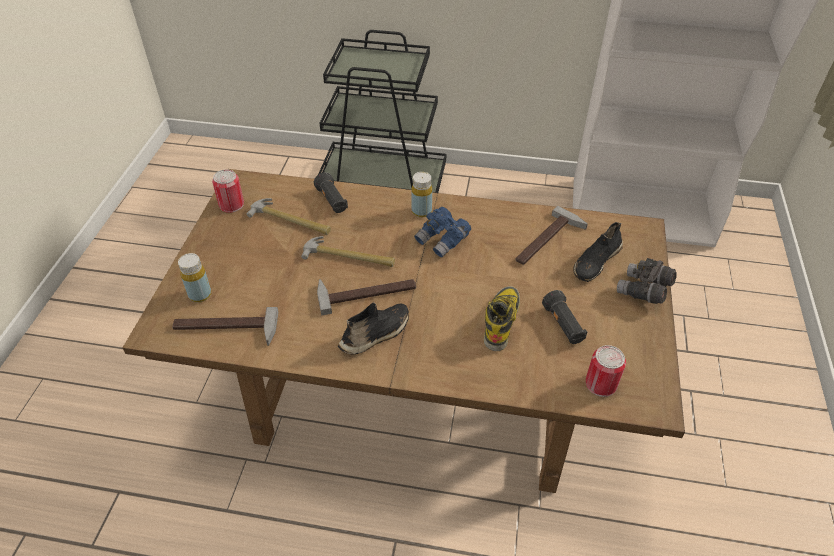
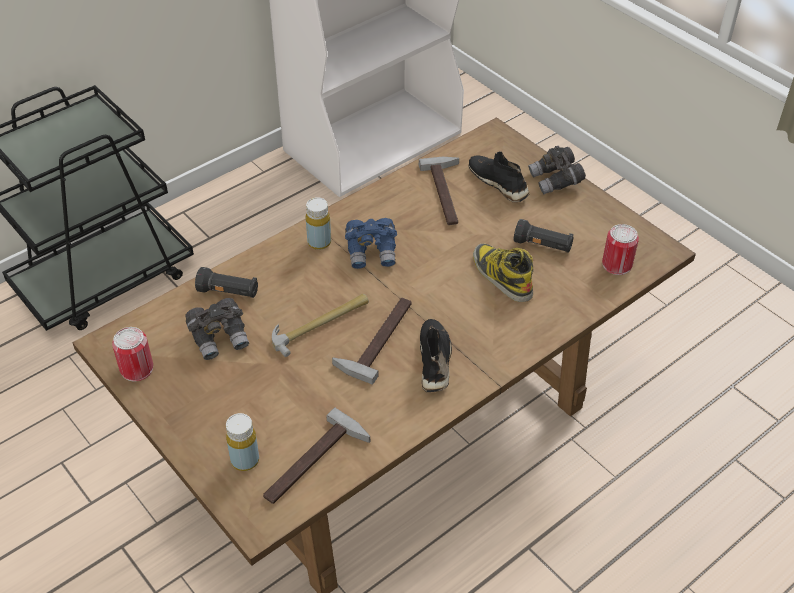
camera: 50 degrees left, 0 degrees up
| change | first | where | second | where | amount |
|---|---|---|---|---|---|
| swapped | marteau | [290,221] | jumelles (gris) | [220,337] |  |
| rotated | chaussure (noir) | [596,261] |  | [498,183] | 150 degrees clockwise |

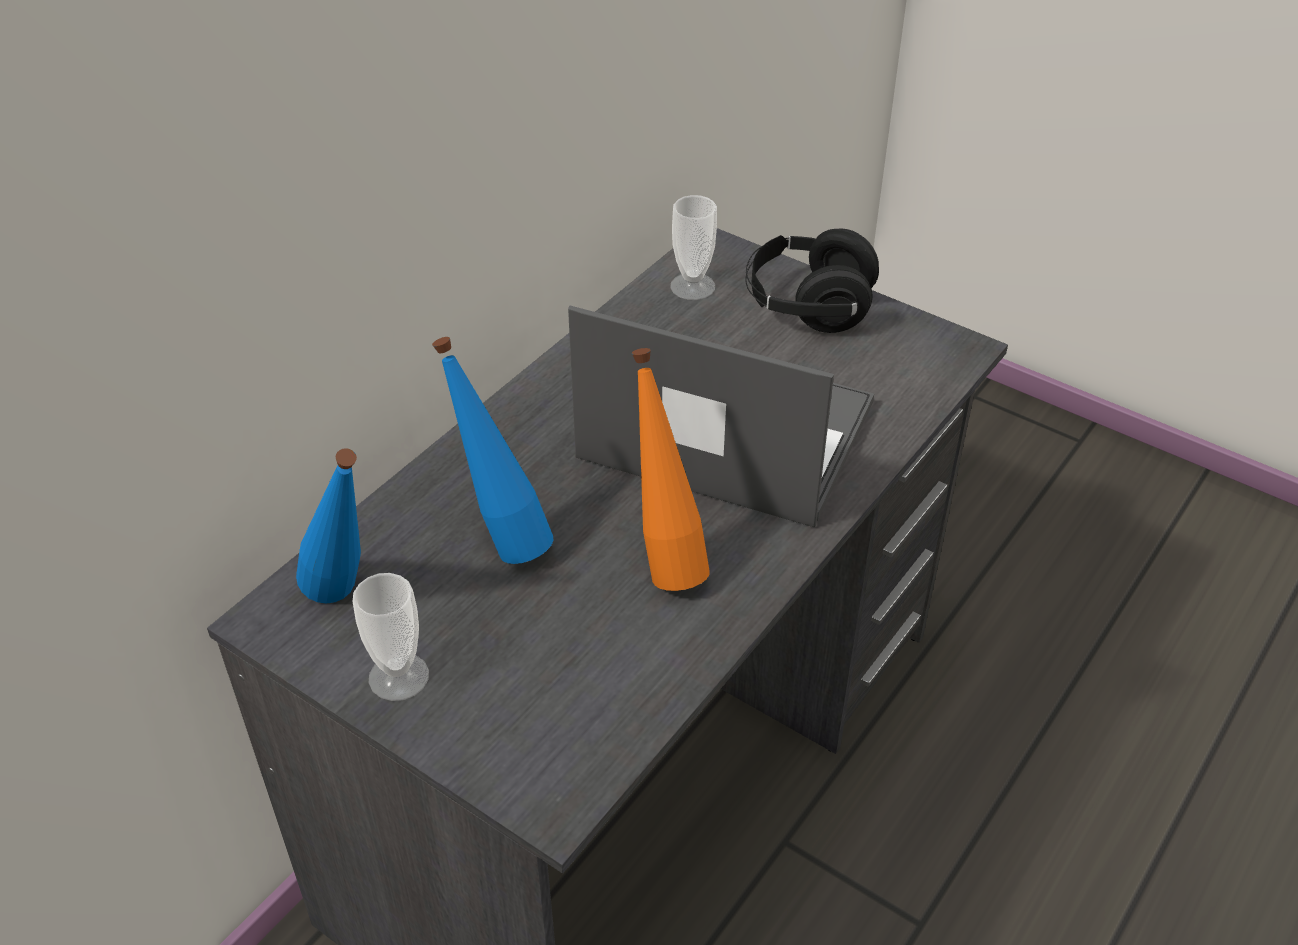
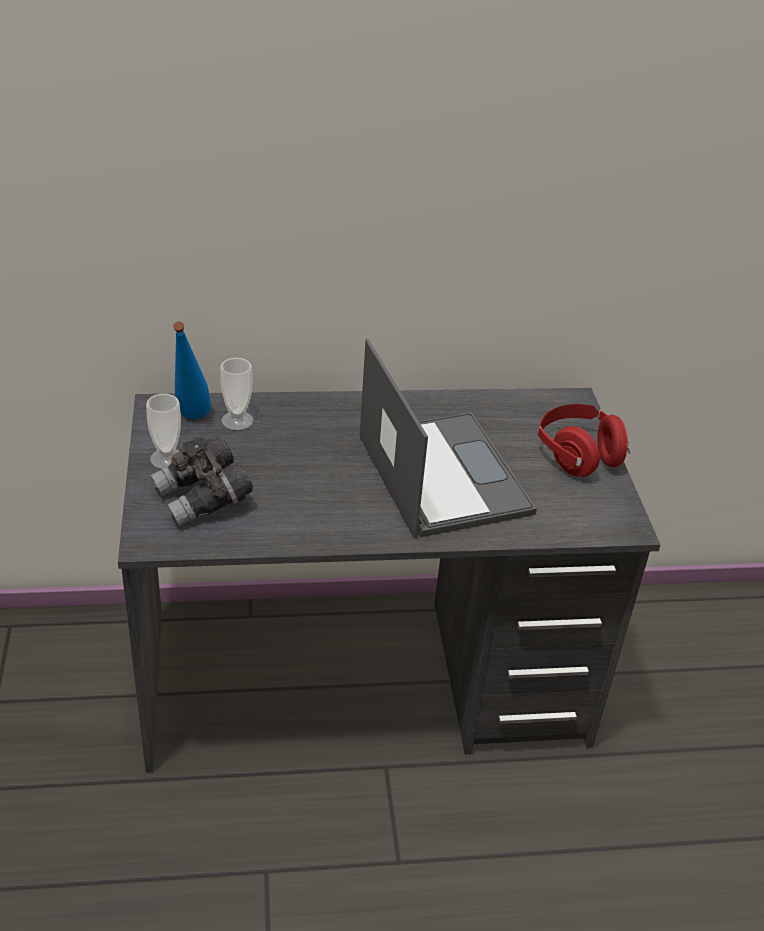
camera: 45 degrees right, 5 degrees down
| change | first | where | second | where | amount |
|---|---|---|---|---|---|
| gone | bouteille (bleu) | [501,538] |  |  |  |
| gone | bouteille (orange) | [665,560] |  |  |  |
| new |  |  | jumelles (gris) | [203,499] |  |
| shifted | tasse | [692,286] |  | [237,420] |  |
| repainted | casque audio (noir) | [807,307] | casque audio (rouge) | [578,455] |  |

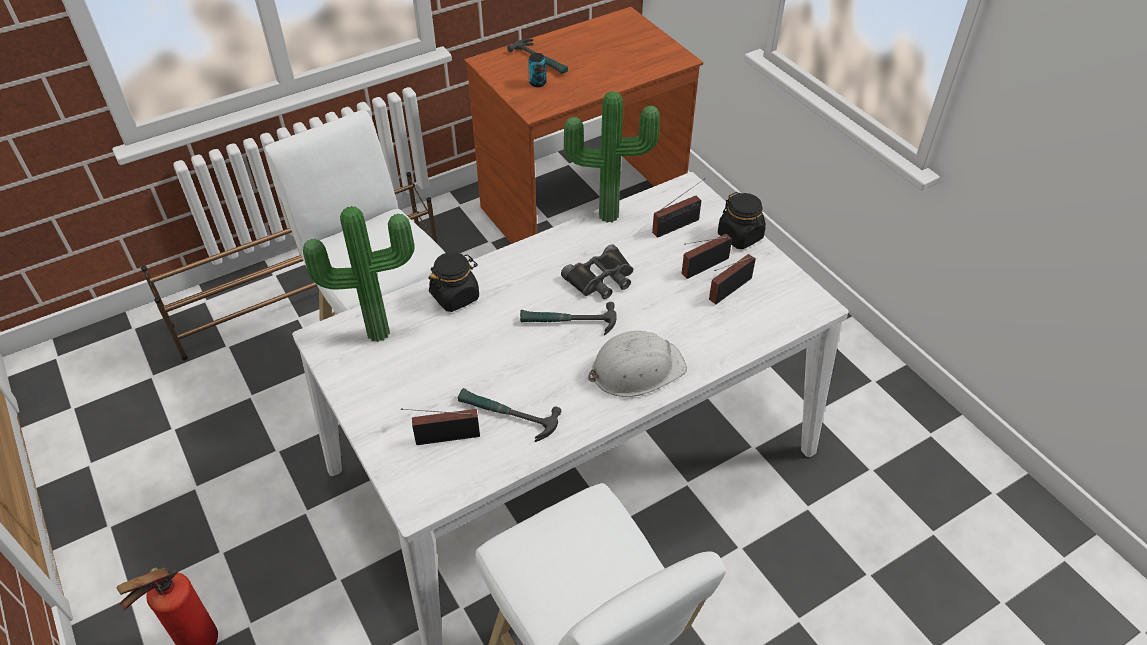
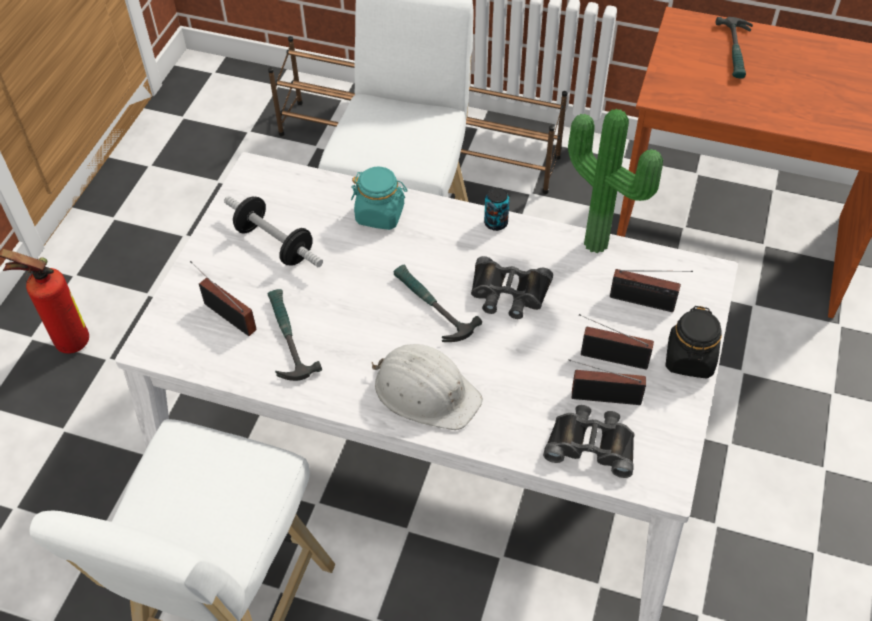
camera: 50 degrees right, 5 degrees up
| change | first | where | second | where | amount |
|---|---|---|---|---|---|
| gone | plante en pot | [377,330] |  |  |  |
| new |  |  | haltère | [275,244] |  |
| new |  |  | jumelles (noir) | [591,444] |  |
| shifted | boîte métallique | [537,83] |  | [496,223] |  |
| repainted | bocal (noir) | [455,296] | bocal (turquoise) | [380,214] |  |

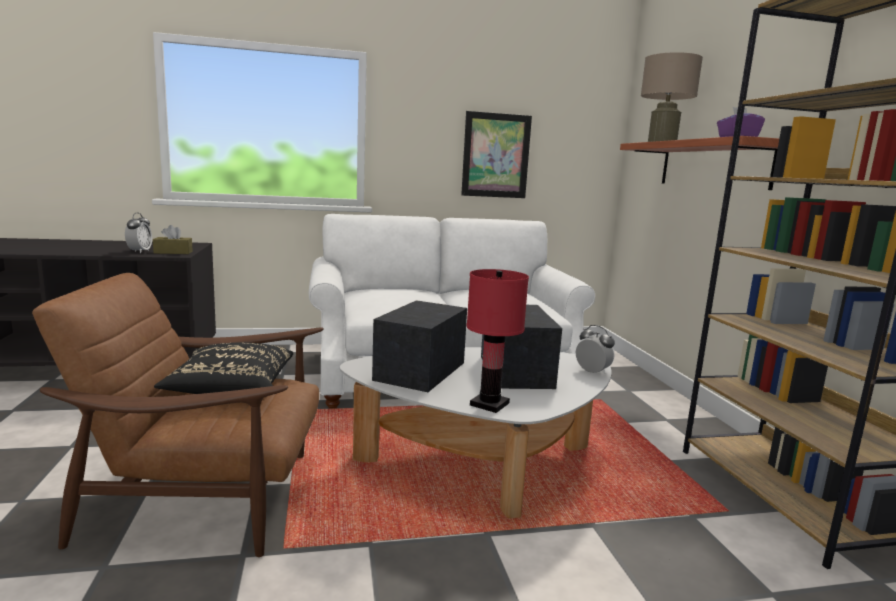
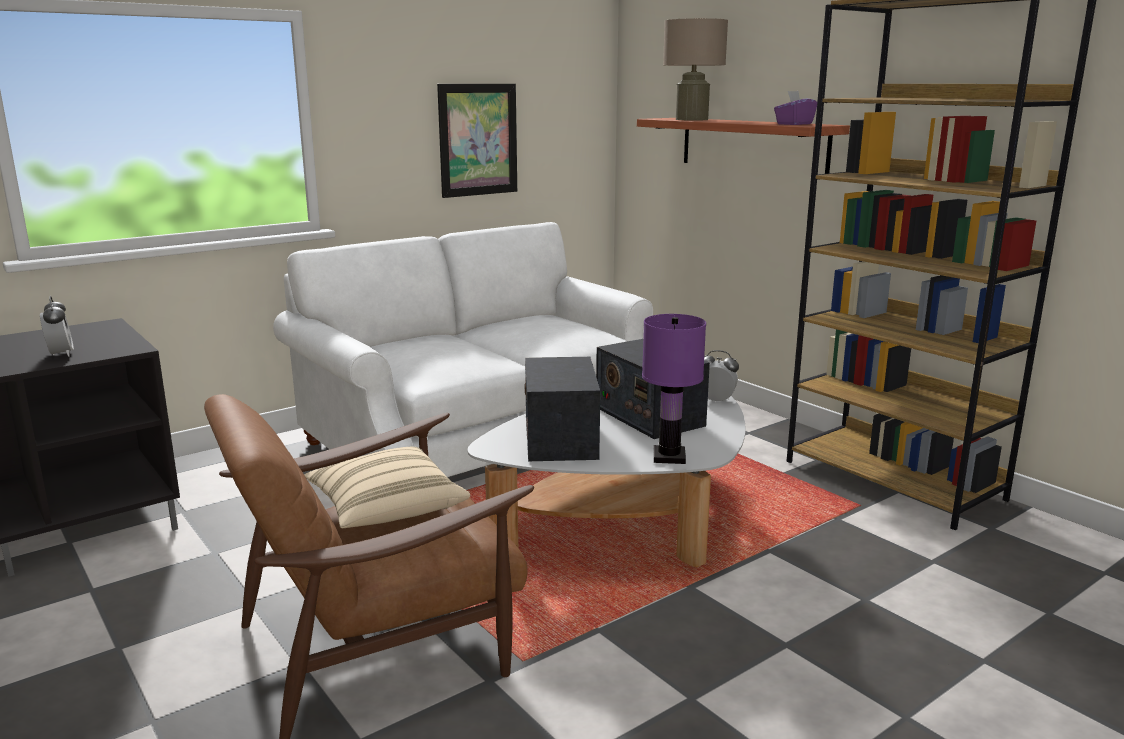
camera: 25 degrees left, 5 degrees up
| change | first | where | second | where | amount |
|---|---|---|---|---|---|
| gone | boîte à mouchoirs (marron) | [173,252] |  |  |  |
| repainted | coussin (noir) | [231,389] | coussin (beige) | [386,510] |  |
| repainted | lampe de table (rouge) | [489,404] | lampe de table (violet) | [668,456] |  |

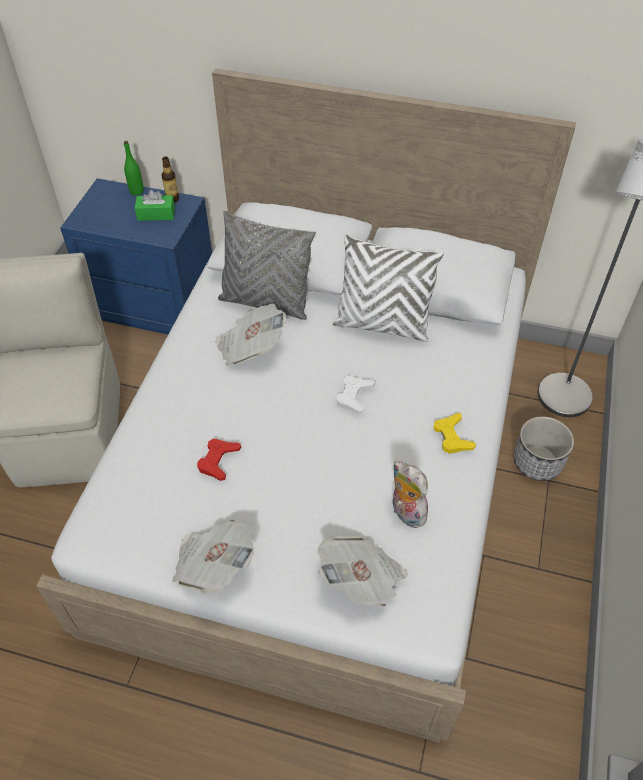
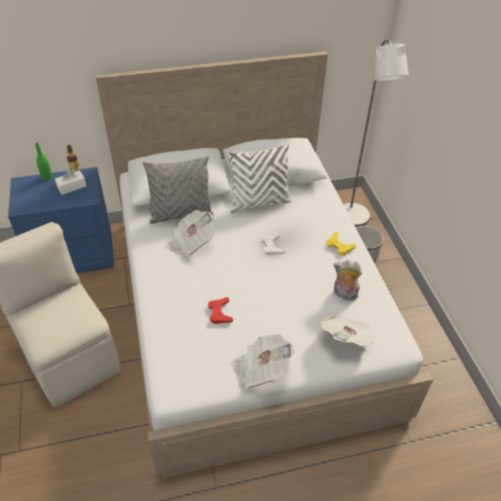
camera: 30 degrees left, 5 degrees down
| change | first | where | second | where | amount |
|---|---|---|---|---|---|
| repainted | boîte à mouchoirs (vert) | [156,214] | boîte à mouchoirs (blanc) | [72,186] |  |

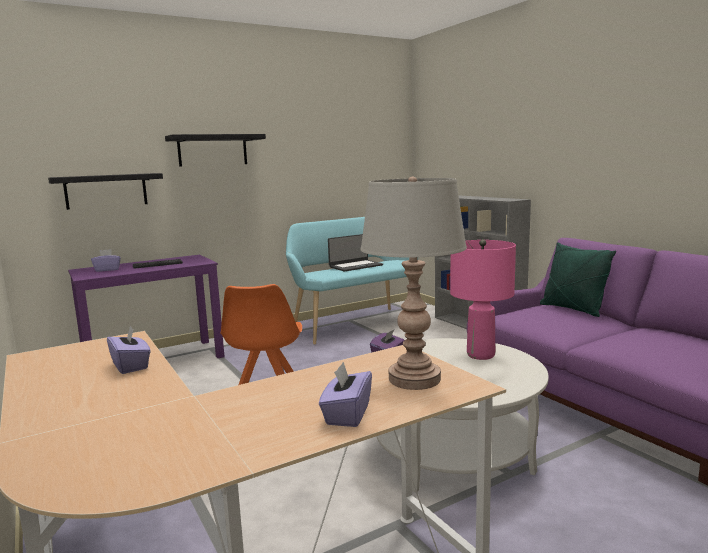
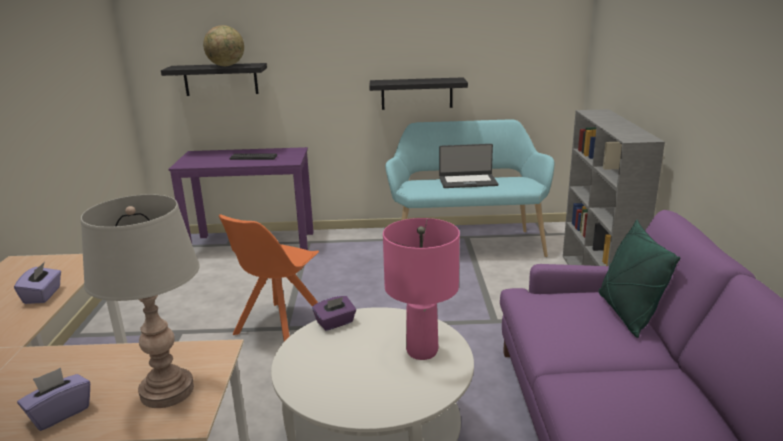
camera: 30 degrees right, 10 degrees up
| change | first | where | second | where | amount |
|---|---|---|---|---|---|
| gone | boîte à mouchoirs (violet) | [107,269] |  |  |  |
| new |  |  | globe | [226,66] |  |
| shifted | étagère (noir) | [212,150] |  | [417,93] |  |

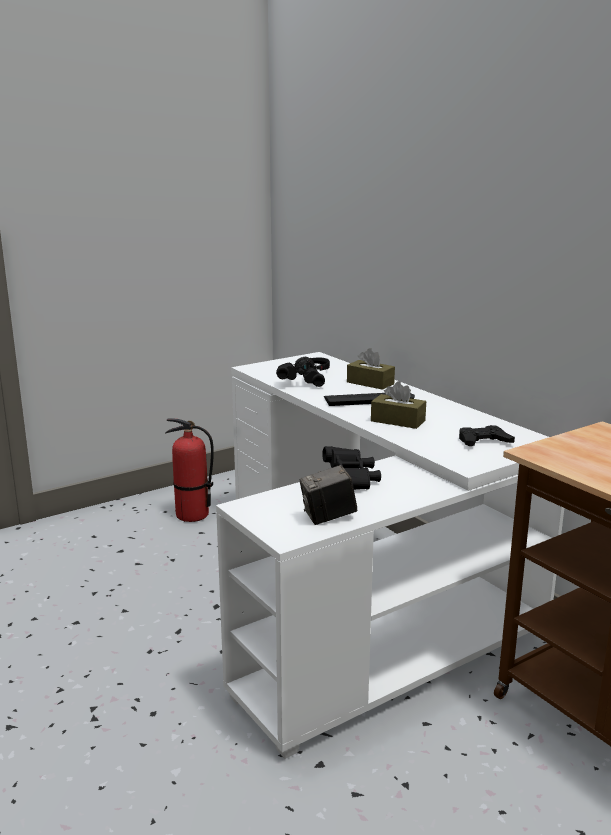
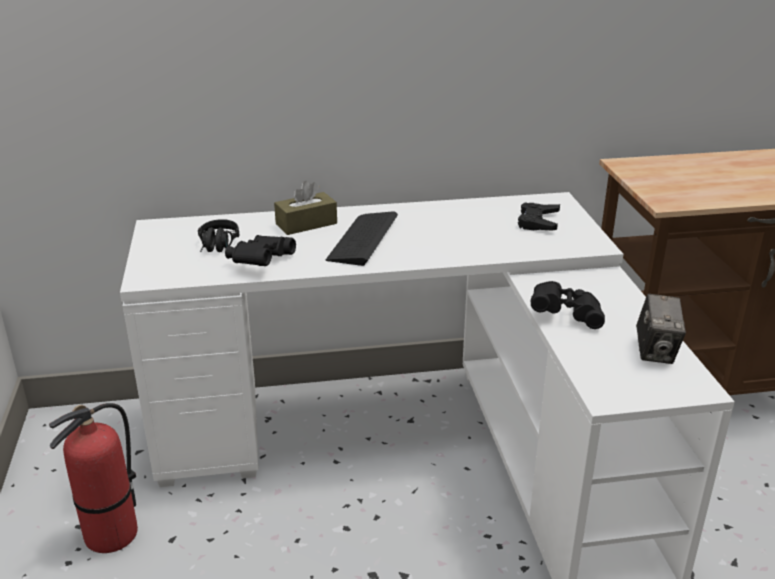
camera: 65 degrees left, 10 degrees up
| change | first | where | second | where | amount |
|---|---|---|---|---|---|
| gone | boîte à mouchoirs (marron) | [398,421] |  |  |  |

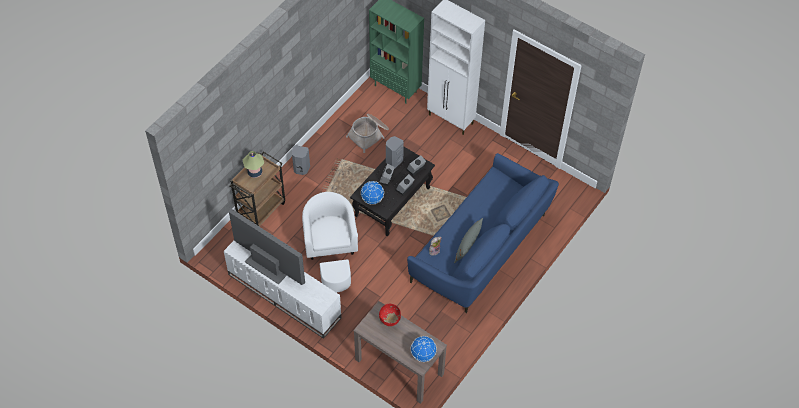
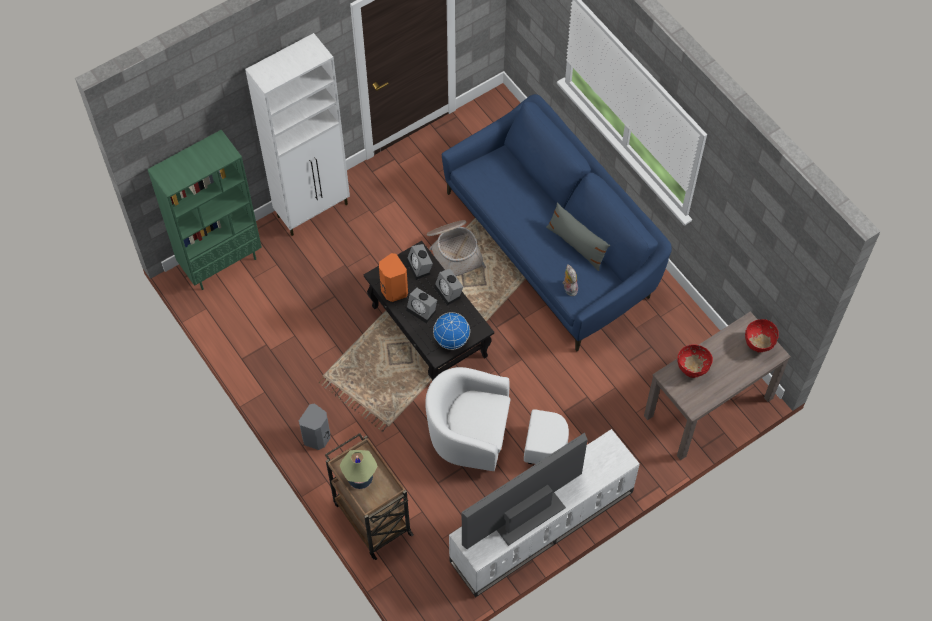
camera: 70 degrees left, 5 degrees up
| change | first | where | second | where | amount |
|---|---|---|---|---|---|
| shifted | panier | [369,135] |  | [454,252] |  |
| swapped | globe | [423,355] | bol (rouge) | [758,345] |  |
| repainted | enceinte (gris) | [393,161] | enceinte (orange) | [393,291] |  |

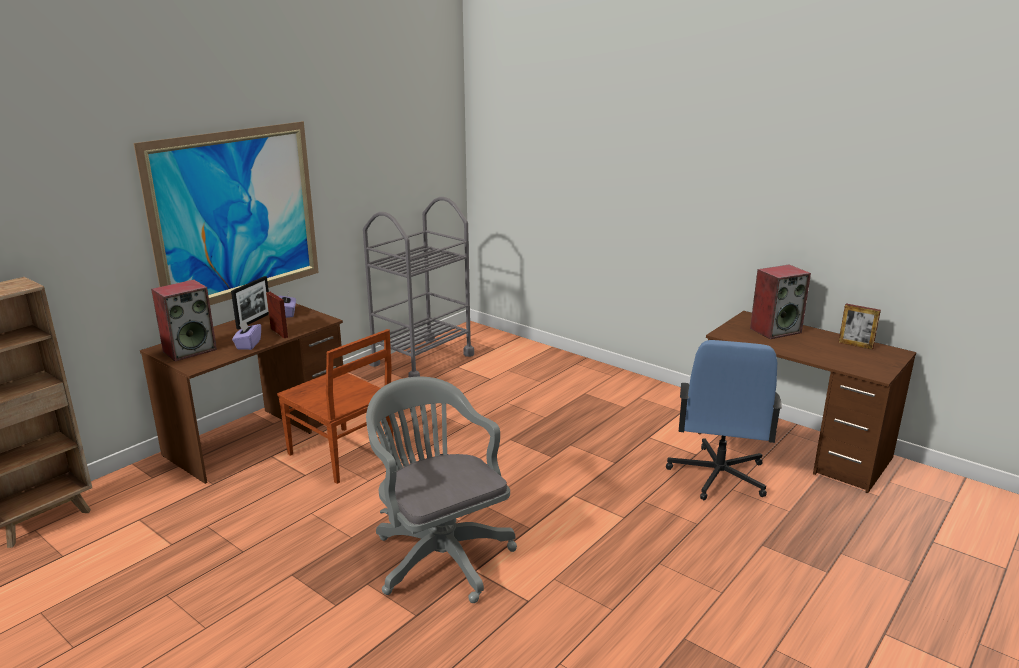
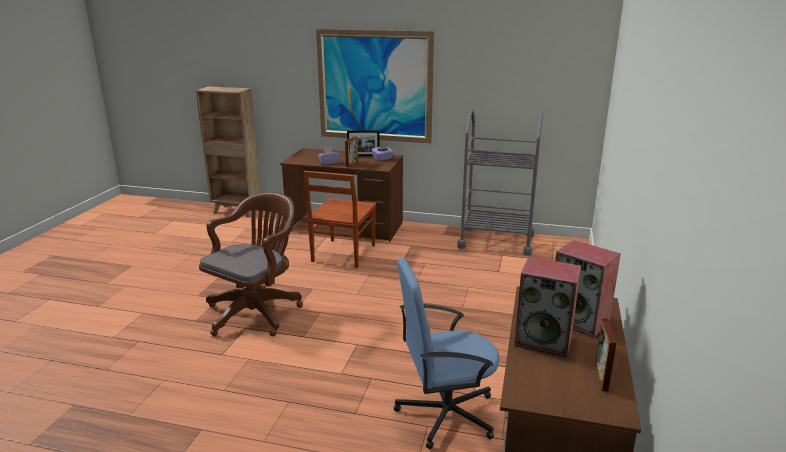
camera: 65 degrees right, 0 degrees up
| change | first | where | second | where | amount |
|---|---|---|---|---|---|
| shifted | enceinte | [190,350] |  | [544,341] |  |
| repainted | chaise de bureau (gris) | [439,554] | chaise de bureau (marron) | [257,312] |  |

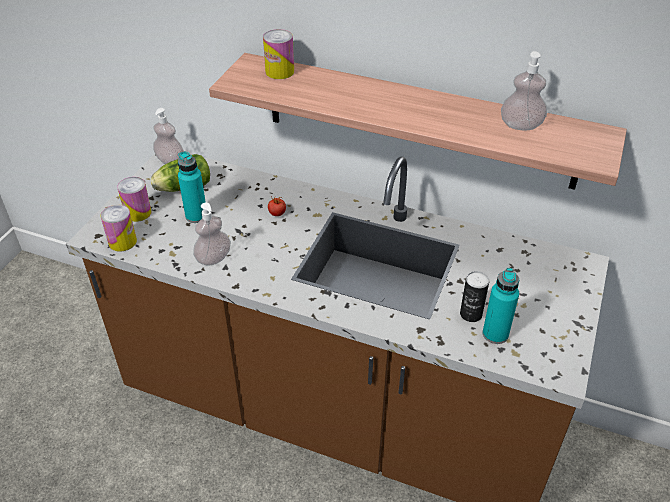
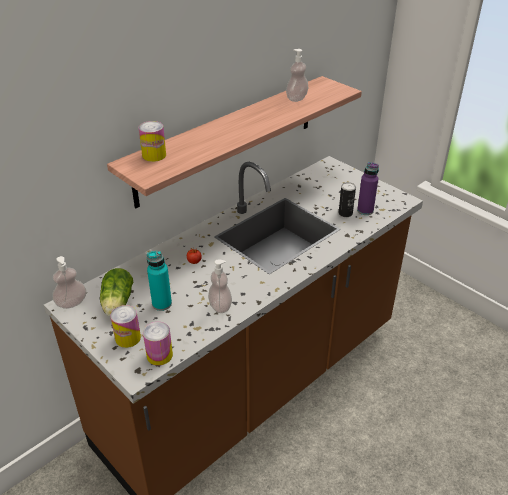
camera: 65 degrees left, 5 degrees down
| change | first | where | second | where | amount |
|---|---|---|---|---|---|
| repainted | bouteille (turquoise) | [495,334] | bouteille (violet) | [365,210] |  |

